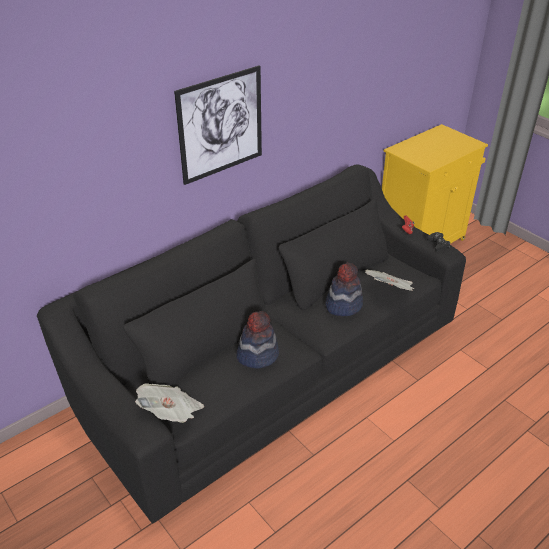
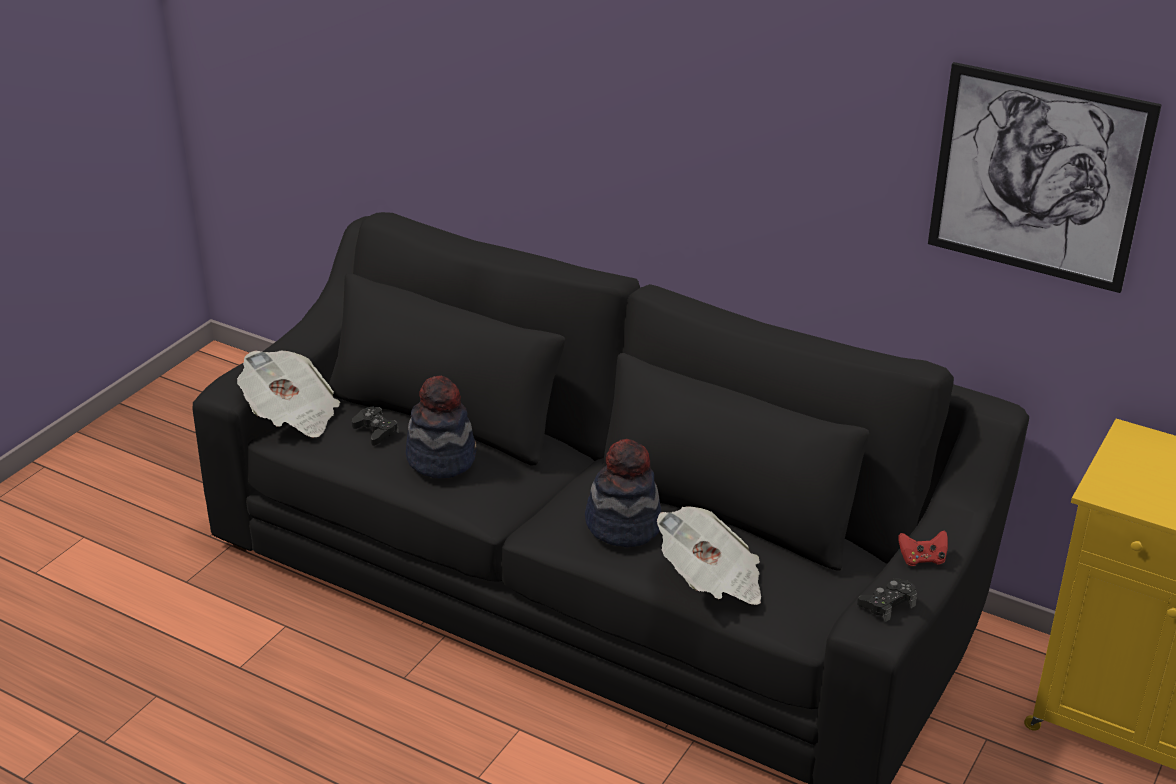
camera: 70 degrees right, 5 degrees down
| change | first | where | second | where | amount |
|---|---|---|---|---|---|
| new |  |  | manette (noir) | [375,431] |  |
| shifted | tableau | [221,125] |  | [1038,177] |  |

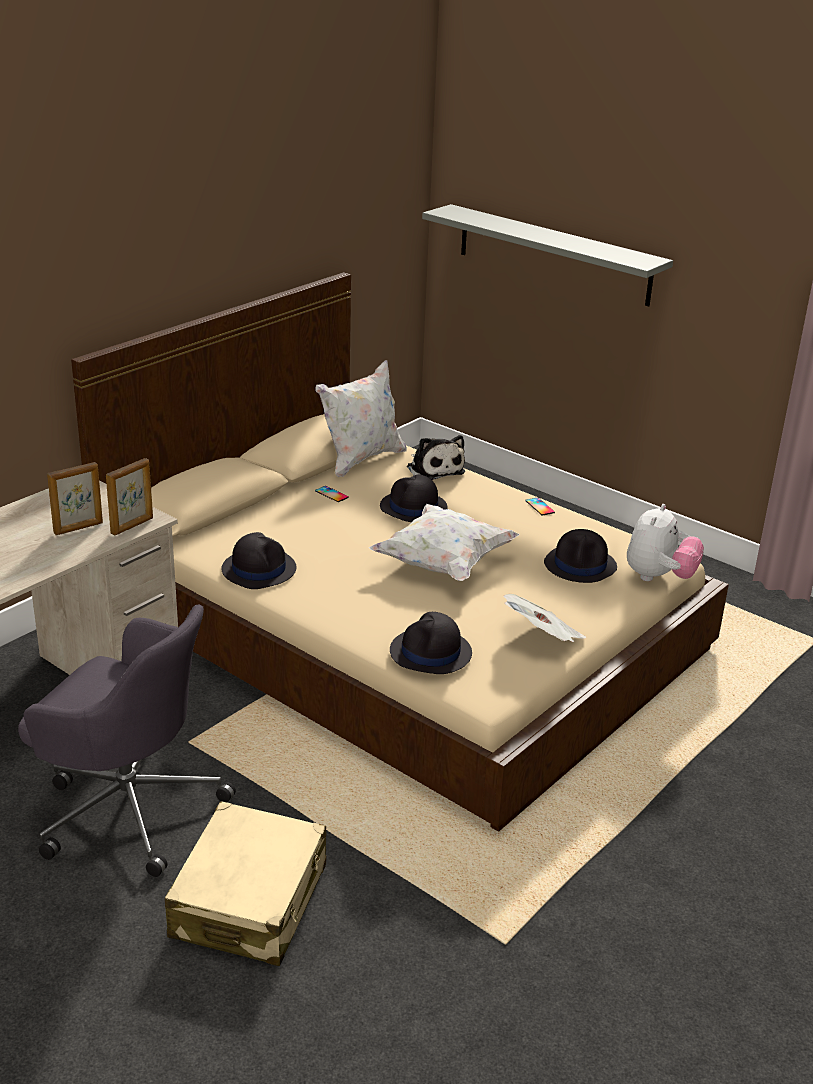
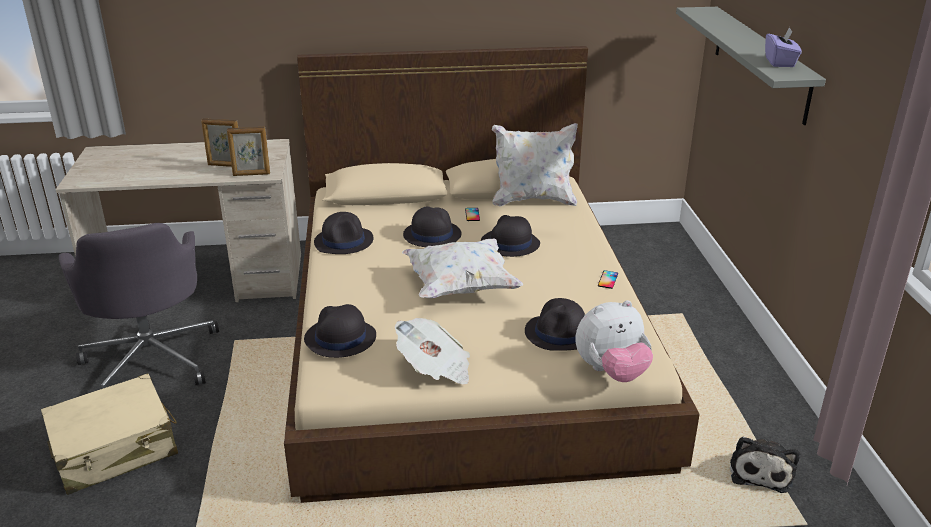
camera: 45 degrees right, 0 degrees up
| change | first | where | second | where | amount |
|---|---|---|---|---|---|
| new |  |  | chapeau (noir) | [432,235] |  |
| new |  |  | boîte à mouchoirs (violet) | [780,62] |  |
| shifted | peluche | [434,469] |  | [760,471] |  |

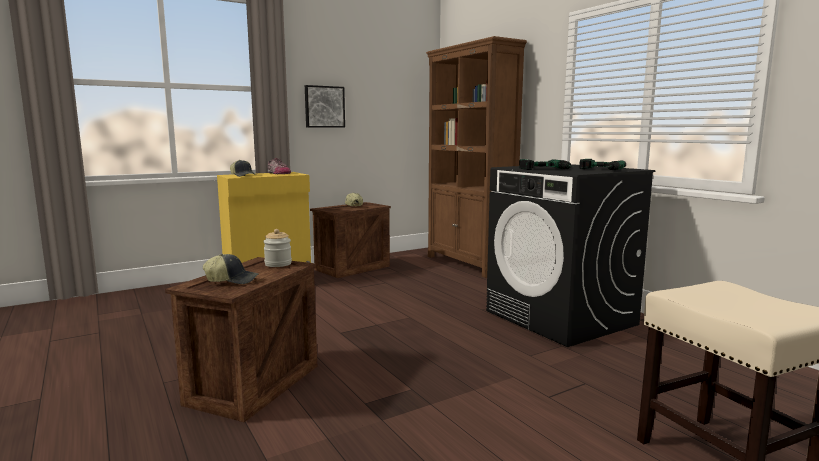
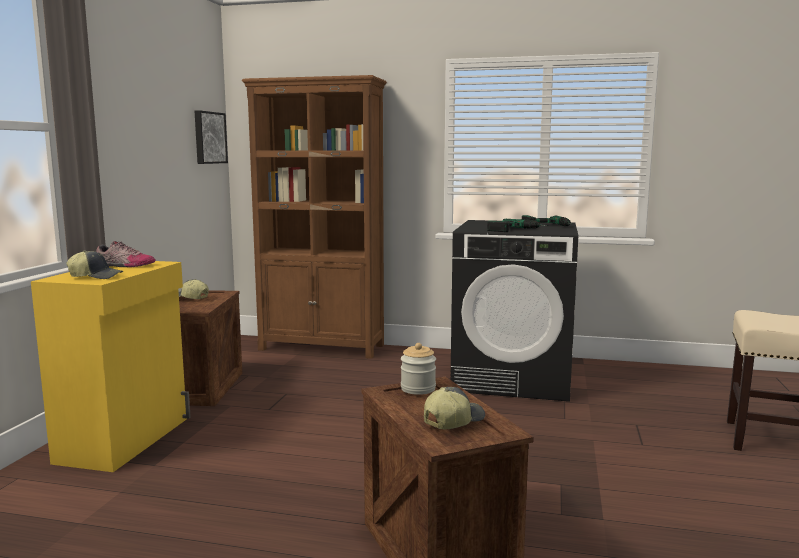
camera: 45 degrees left, 0 degrees up
| change | first | where | second | where | amount |
|---|---|---|---|---|---|
| shifted | tableau | [324,107] |  | [209,137] |  |

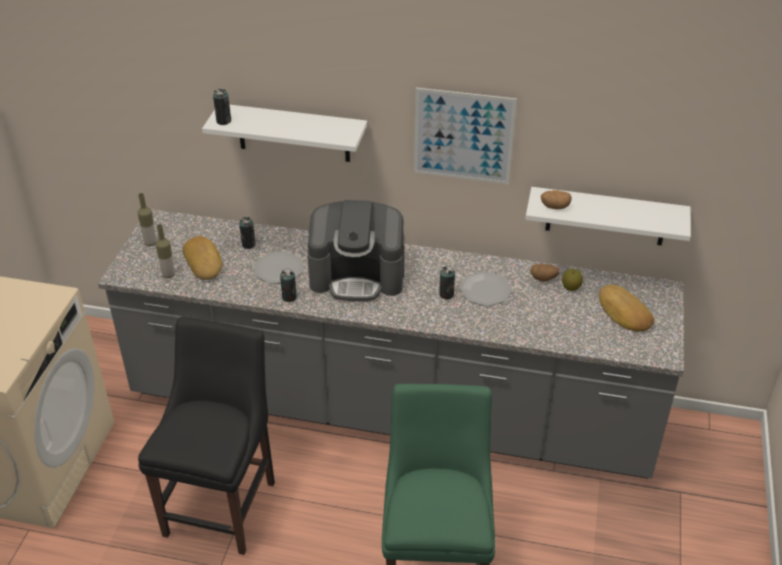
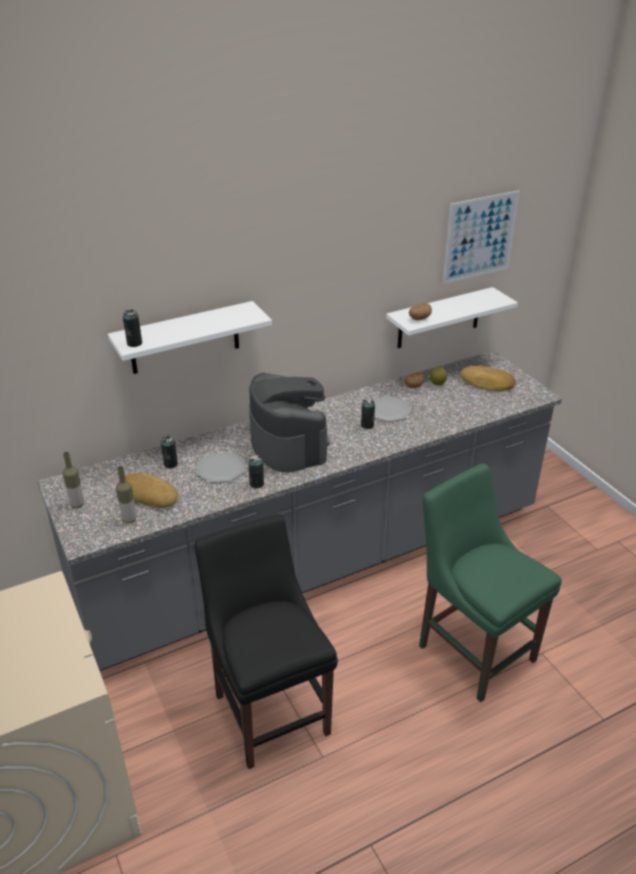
camera: 40 degrees left, 5 degrees down
| change | first | where | second | where | amount |
|---|---|---|---|---|---|
| shifted | tableau | [463,136] |  | [480,237] |  |
| rotated | machine à café | [358,275] |  | [288,443] | 75 degrees counterclockwise |

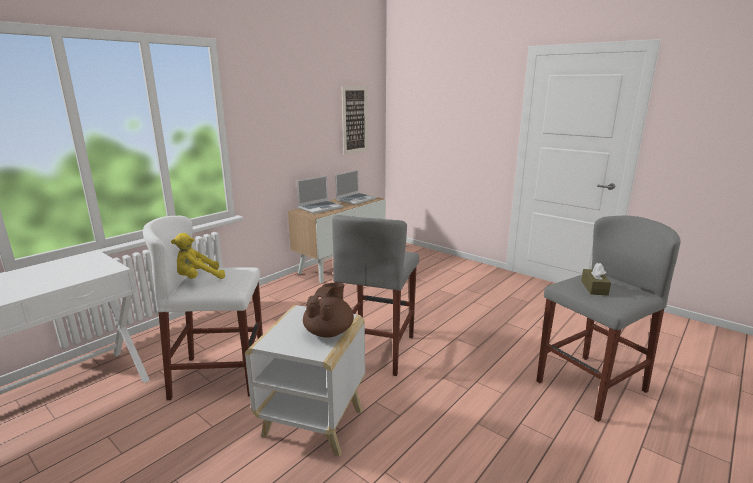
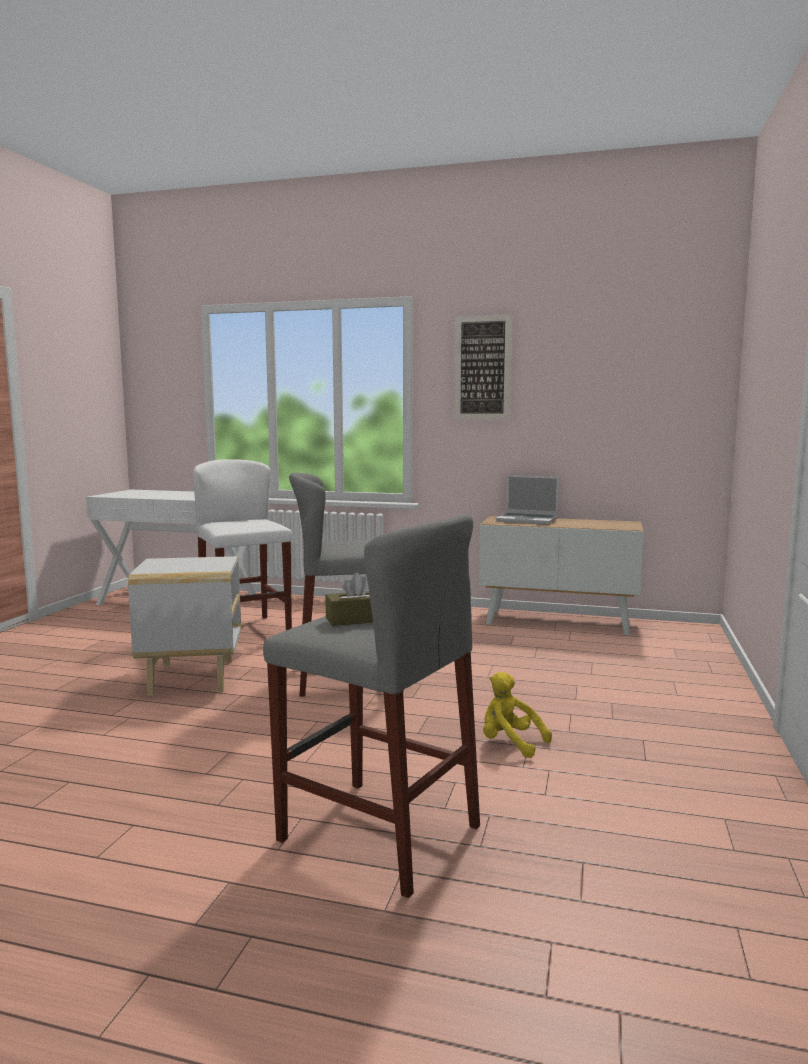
camera: 65 degrees right, 10 degrees down
| change | first | where | second | where | amount |
|---|---|---|---|---|---|
| gone | théière (marron) | [329,331] |  |  |  |
| gone | ordinateur portable | [356,199] |  |  |  |
| shifted | peluche (jaune) | [198,279] |  | [510,743] |  |
| shifted | tableau | [354,120] |  | [482,368] |  |

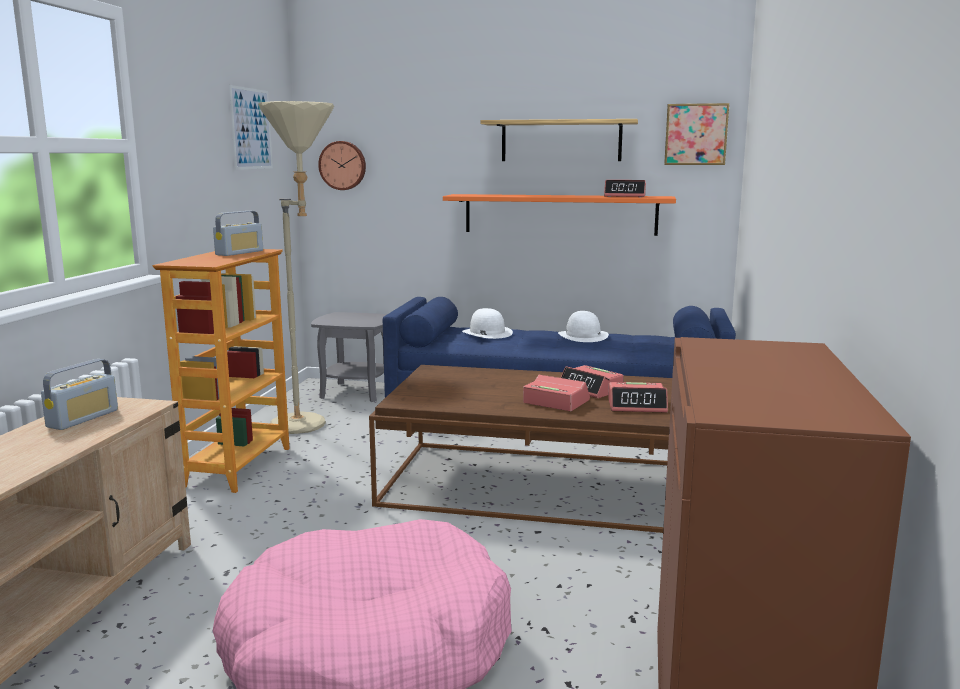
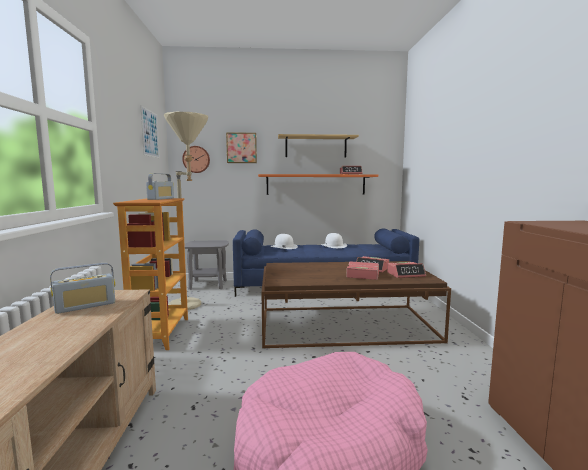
camera: 15 degrees left, 5 degrees down
| change | first | where | second | where | amount |
|---|---|---|---|---|---|
| shifted | tableau | [696,134] |  | [241,148] |  |
| rotated | radio | [83,418] |  | [85,306] | 45 degrees clockwise |

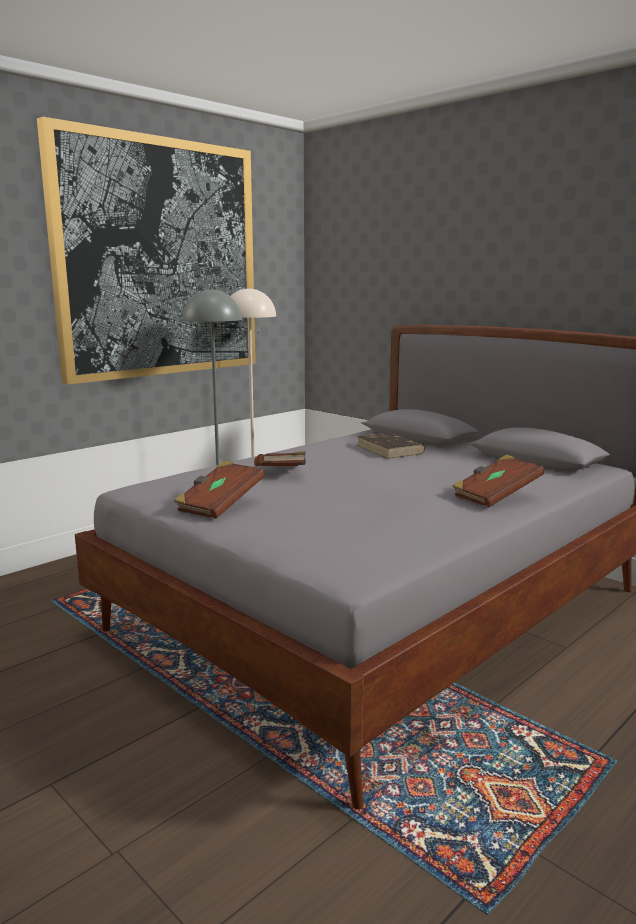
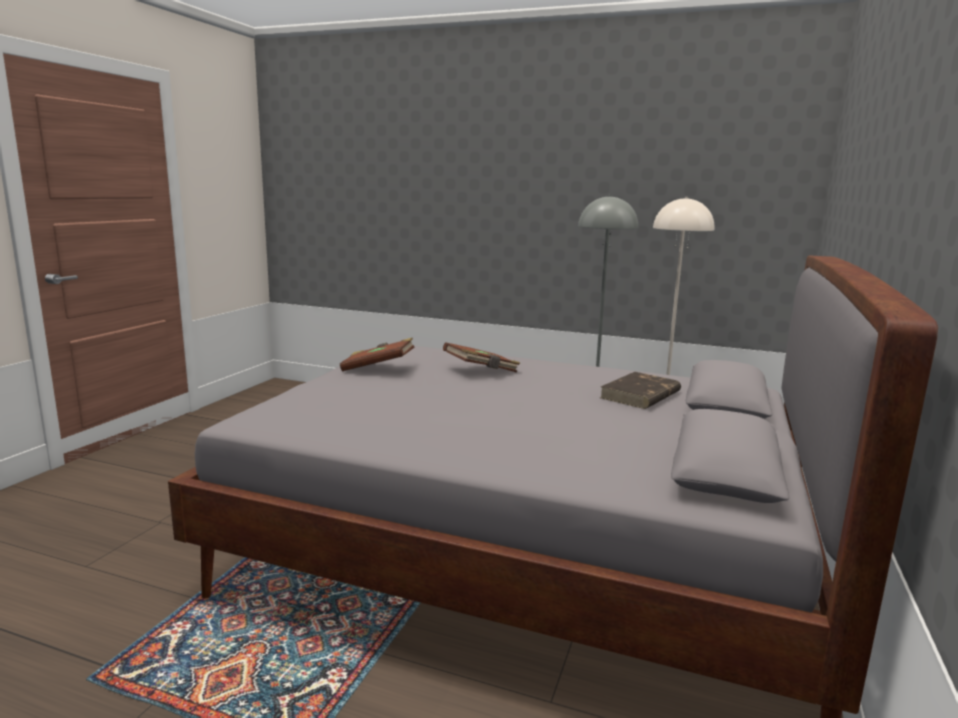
camera: 65 degrees right, 0 degrees up
| change | first | where | second | where | amount |
|---|---|---|---|---|---|
| gone | tableau | [159,259] |  |  |  |
| gone | livre (marron) | [495,496] |  |  |  |

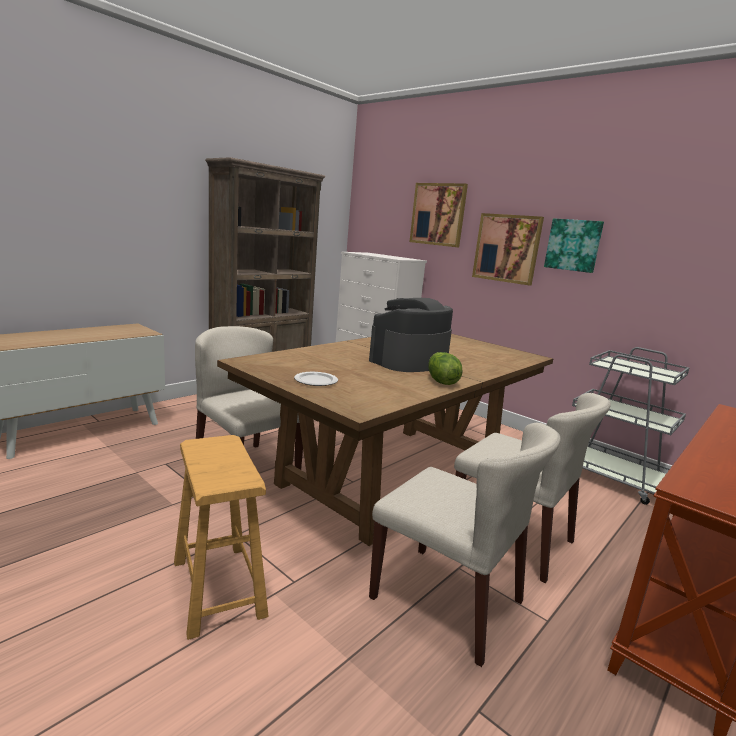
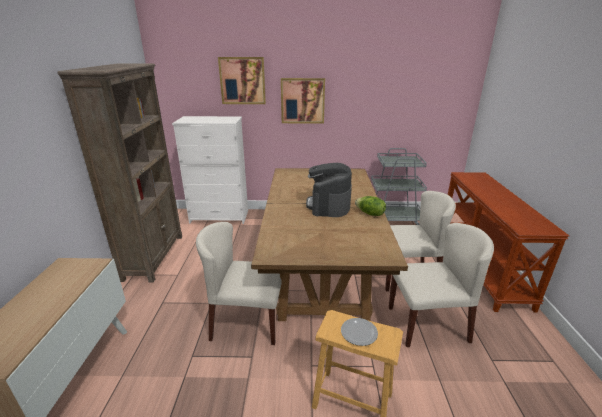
camera: 40 degrees left, 10 degrees up
| change | first | where | second | where | amount |
|---|---|---|---|---|---|
| gone | tableau | [573,245] |  |  |  |
| shifted | assiette | [315,380] |  | [358,332] |  |

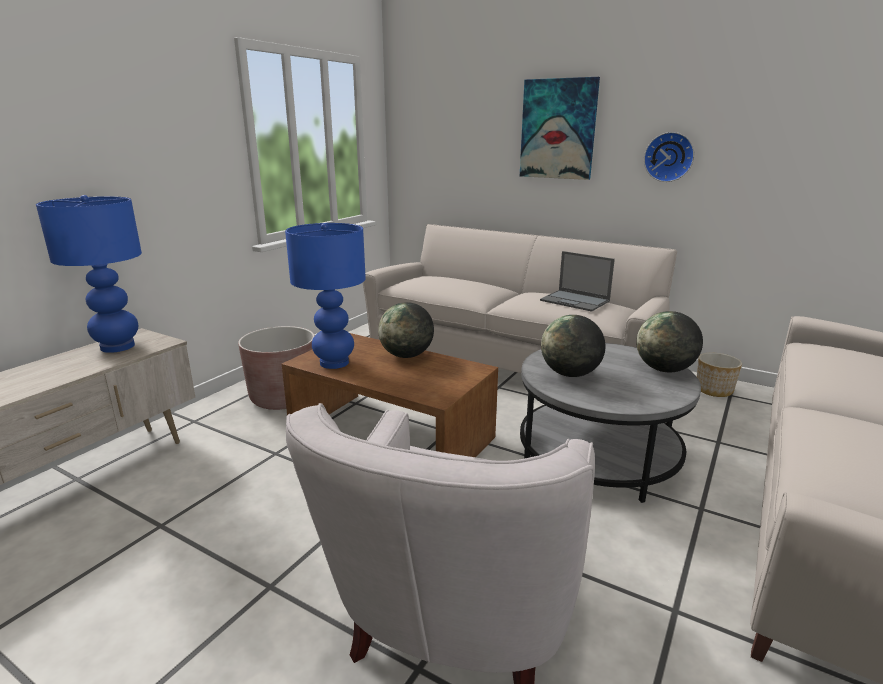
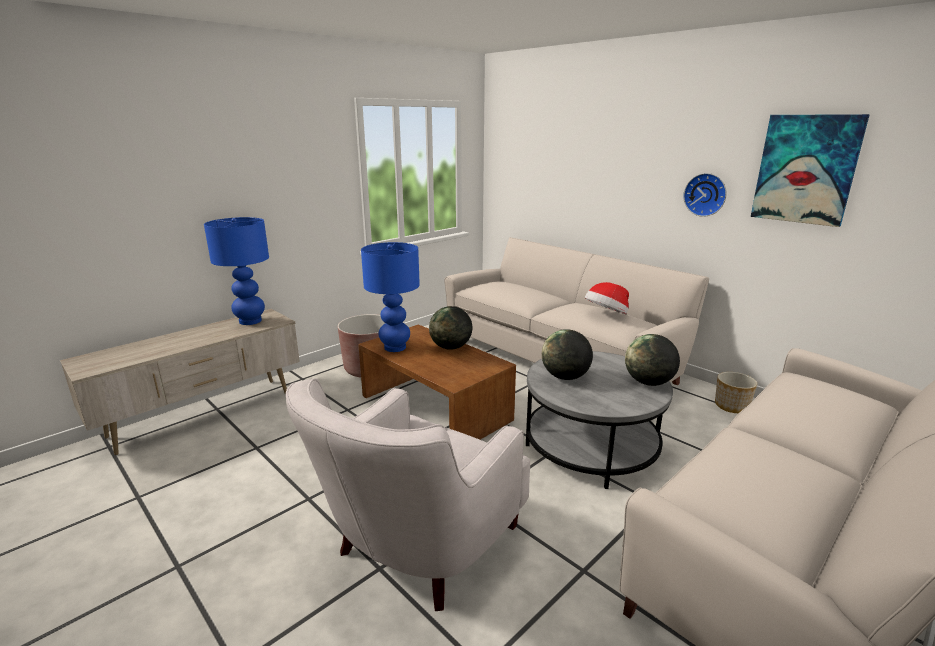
camera: 15 degrees right, 0 degrees up
| change | first | where | second | where | amount |
|---|---|---|---|---|---|
| shifted | tableau | [558,129] |  | [805,169] |  |
| swapped | ordinateur portable | [575,301] | chapeau | [606,315] |  |

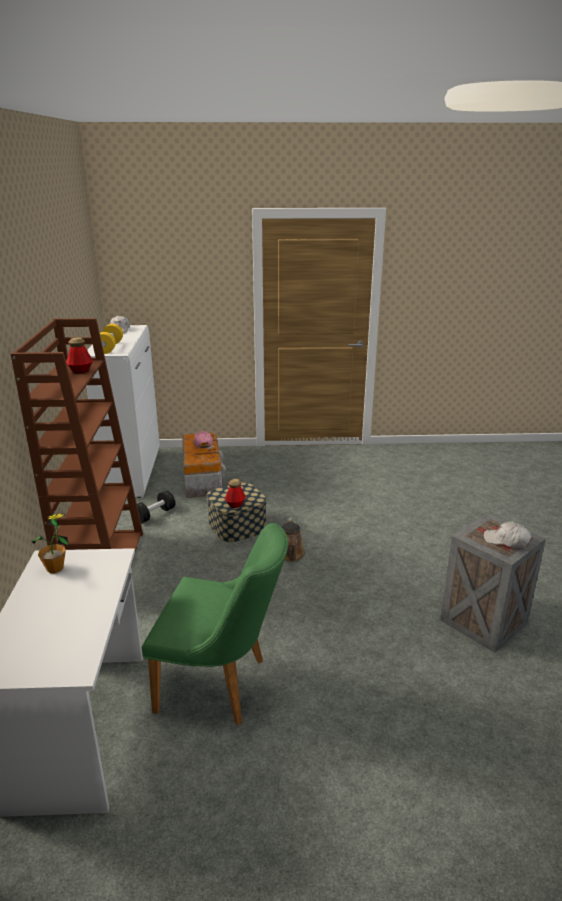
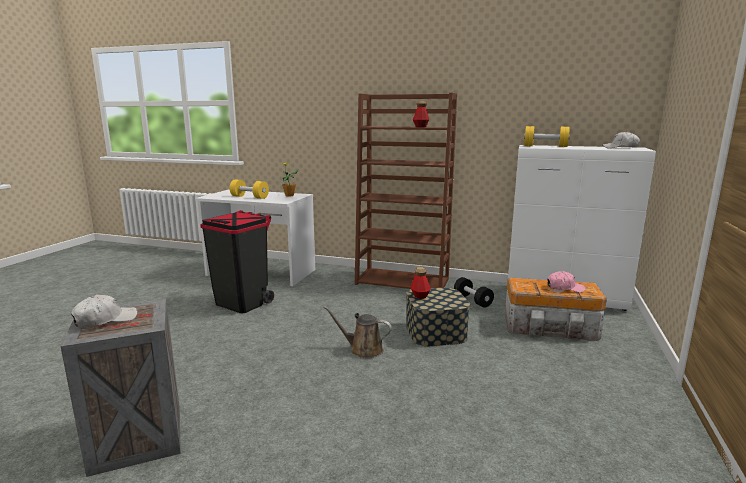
camera: 110 degrees right, 10 degrees down
| change | first | where | second | where | amount |
|---|---|---|---|---|---|
| new |  |  | haltère (jaune) | [249,197] |  |
| swapped | chaise (vert) | [222,685] | poubelle (noir) | [242,302] |  |

